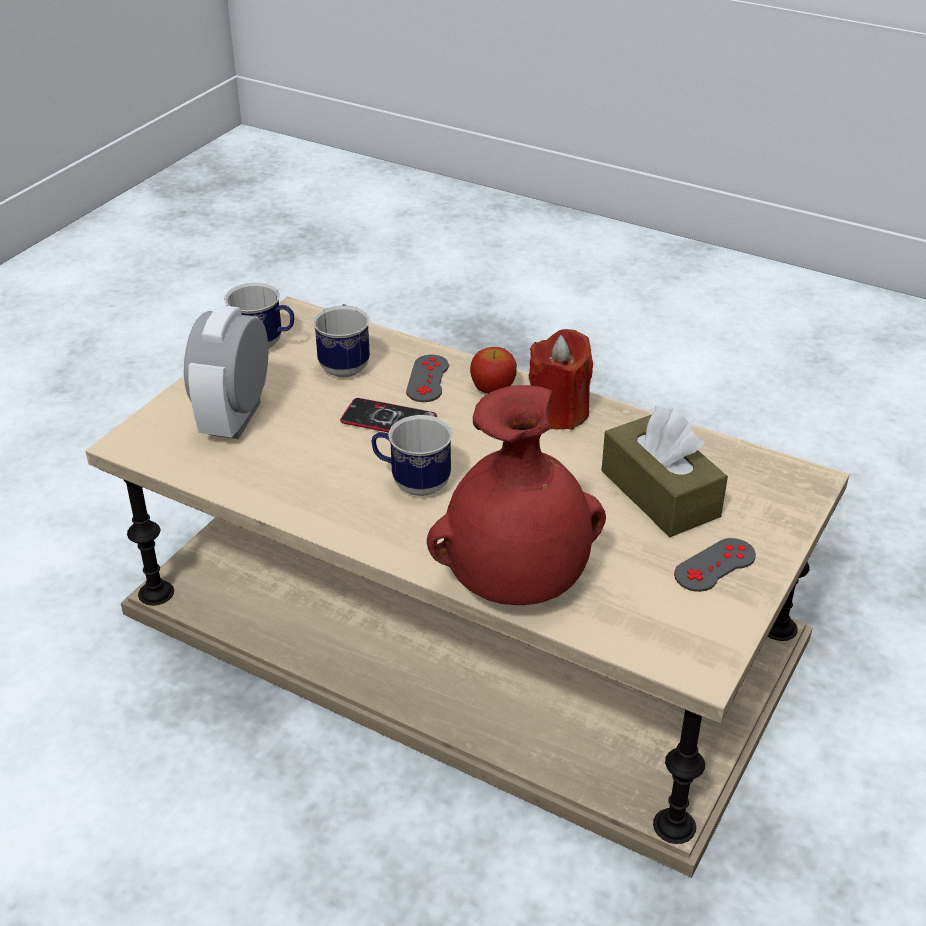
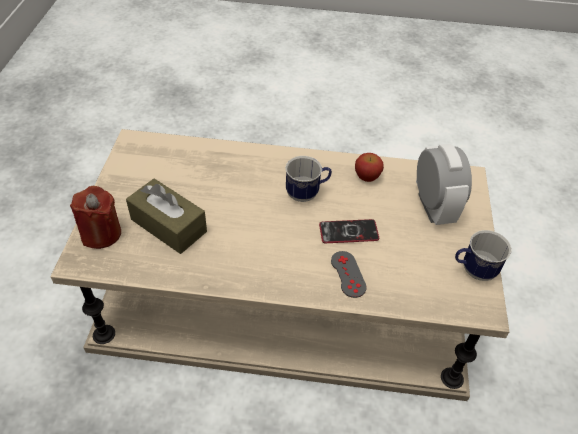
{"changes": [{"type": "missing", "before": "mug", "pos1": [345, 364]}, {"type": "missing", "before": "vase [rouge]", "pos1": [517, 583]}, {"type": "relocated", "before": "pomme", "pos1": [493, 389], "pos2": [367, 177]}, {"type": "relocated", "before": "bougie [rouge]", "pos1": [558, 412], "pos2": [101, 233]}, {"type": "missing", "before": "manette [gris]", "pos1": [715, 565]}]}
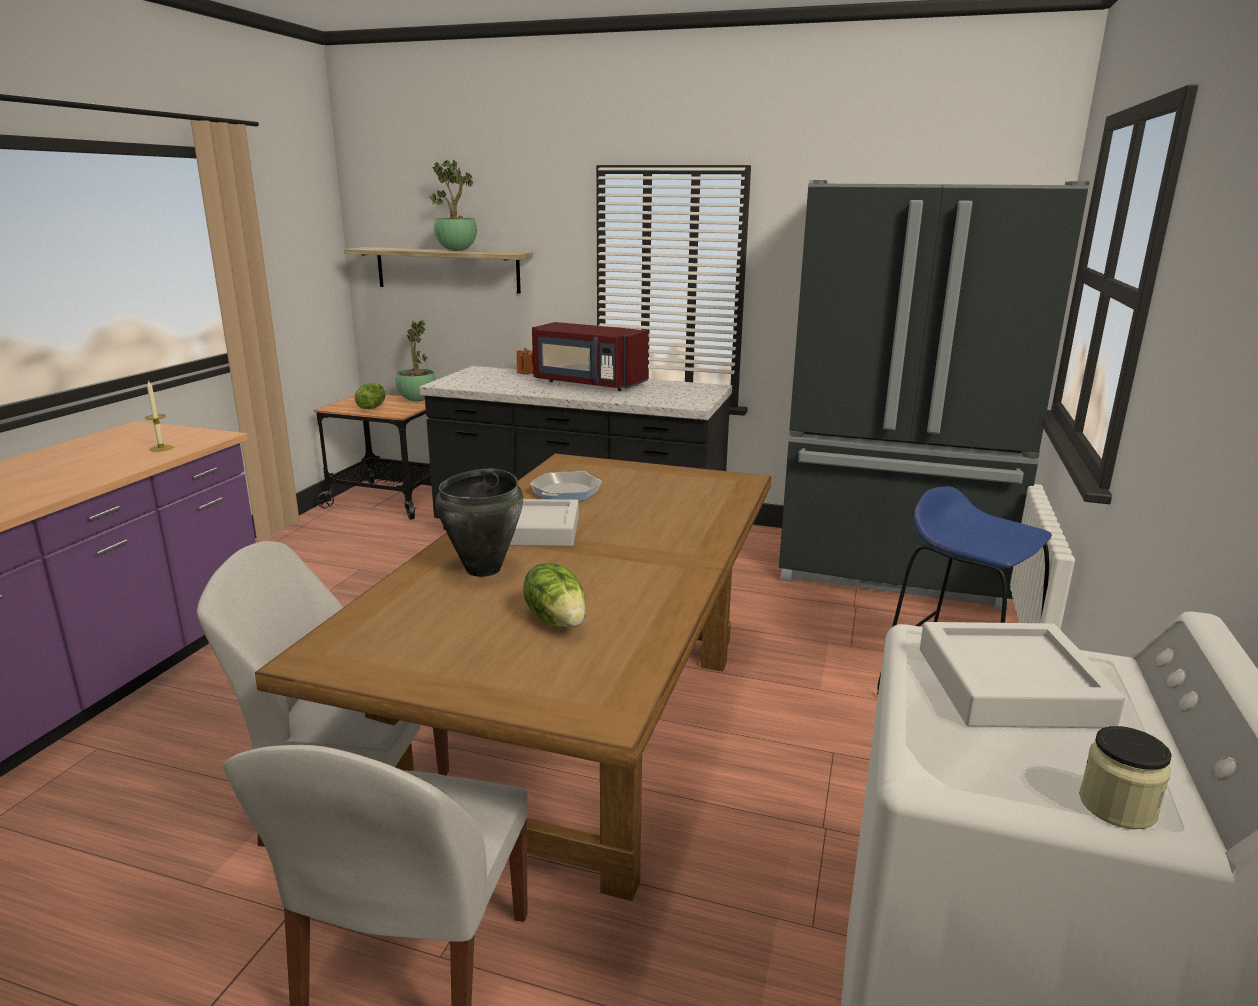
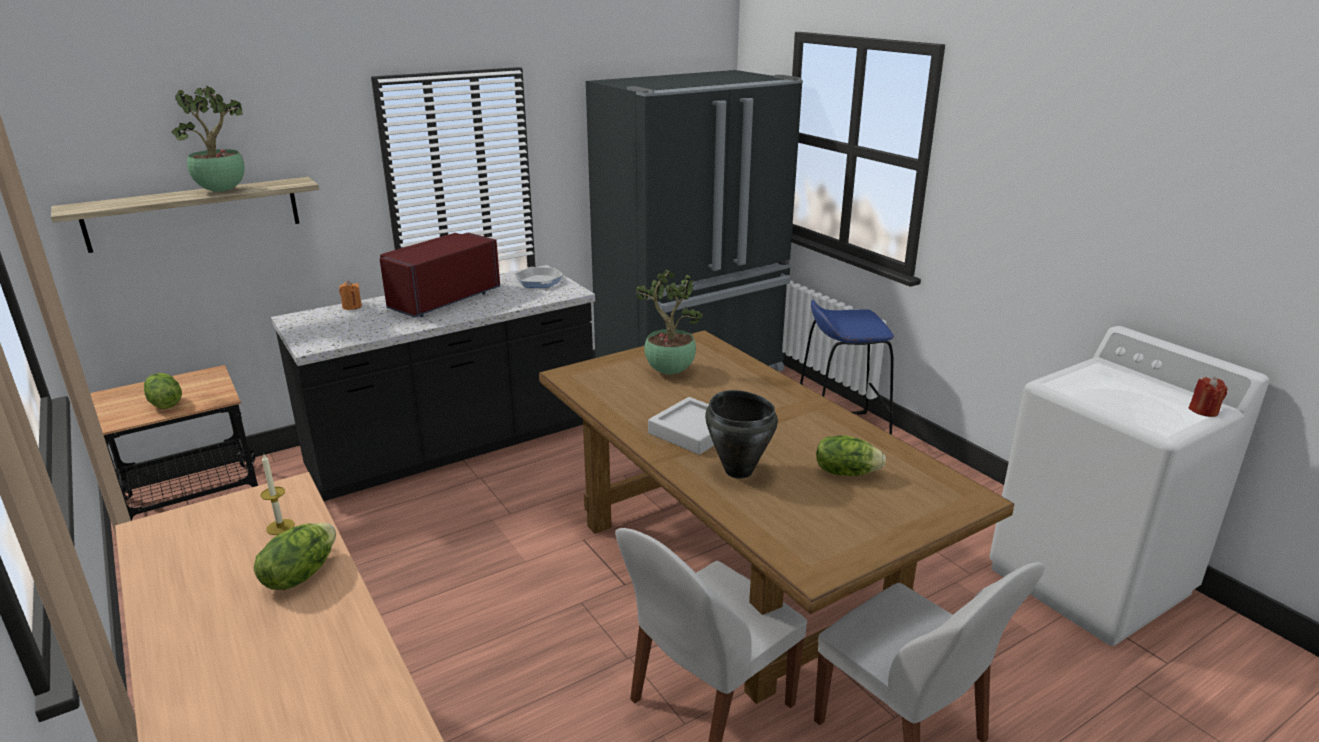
{"changes": [{"type": "relocated", "before": "plante en pot", "pos1": [417, 400], "pos2": [668, 371]}, {"type": "relocated", "before": "poêle", "pos1": [566, 492], "pos2": [539, 281]}, {"type": "spun", "before": "micro-ondes [rouge]", "pos1": [588, 384], "pos2": [442, 300], "turn": 150}, {"type": "missing", "before": "plateau [gris]", "pos1": [1010, 686]}, {"type": "exchanged", "before": "bocal", "after": "bougie [rouge]", "pos1": [1117, 806], "pos2": [1203, 411]}, {"type": "appeared", "after": "laitue", "pos2": [300, 574]}]}
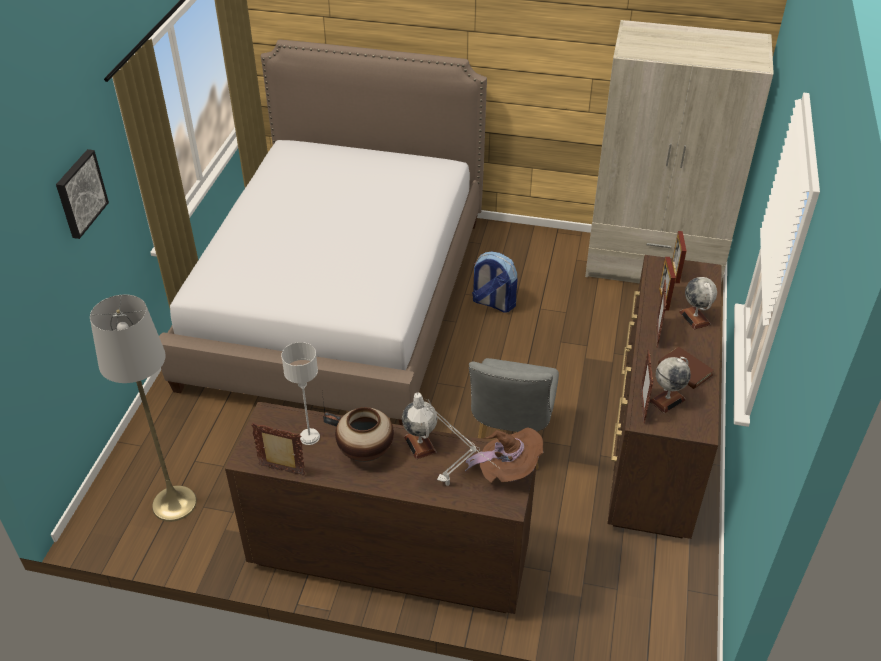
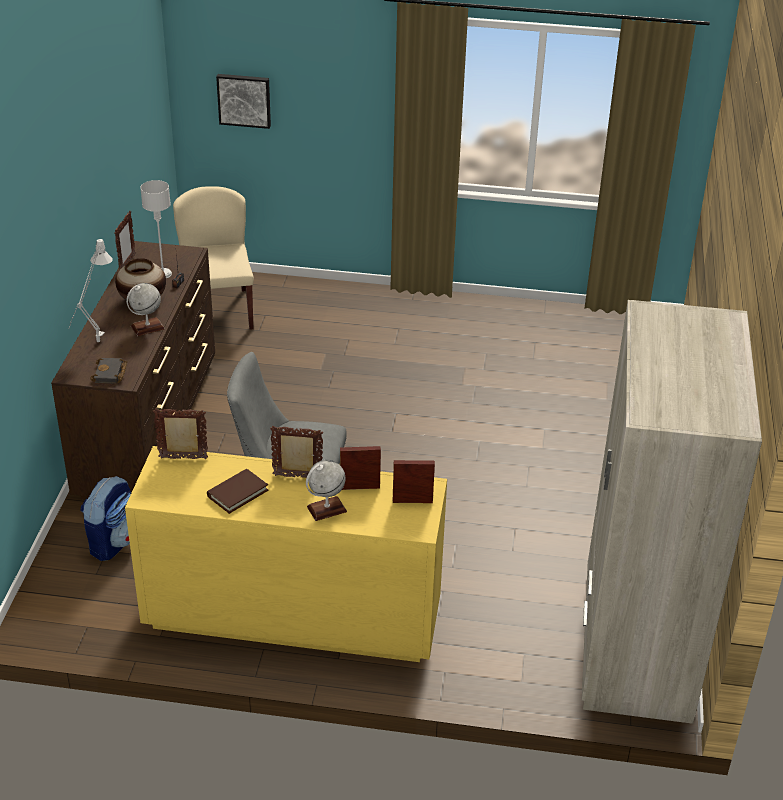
{"changes": [{"type": "relocated", "before": "tableau", "pos1": [79, 193], "pos2": [244, 100]}, {"type": "exchanged", "before": "lampadaire [gris]", "after": "chaise [beige]", "pos1": [174, 503], "pos2": [218, 311]}, {"type": "missing", "before": "lit", "pos1": [340, 299]}, {"type": "exchanged", "before": "chapeau [marron]", "after": "livre [noir]", "pos1": [508, 470], "pos2": [110, 374]}, {"type": "relocated", "before": "sac à dos", "pos1": [493, 303], "pos2": [113, 542]}, {"type": "colour", "before": "commode [marron]", "after": "commode [jaune]", "pos1": [653, 442], "pos2": [291, 616]}, {"type": "missing", "before": "globe", "pos1": [667, 400]}]}
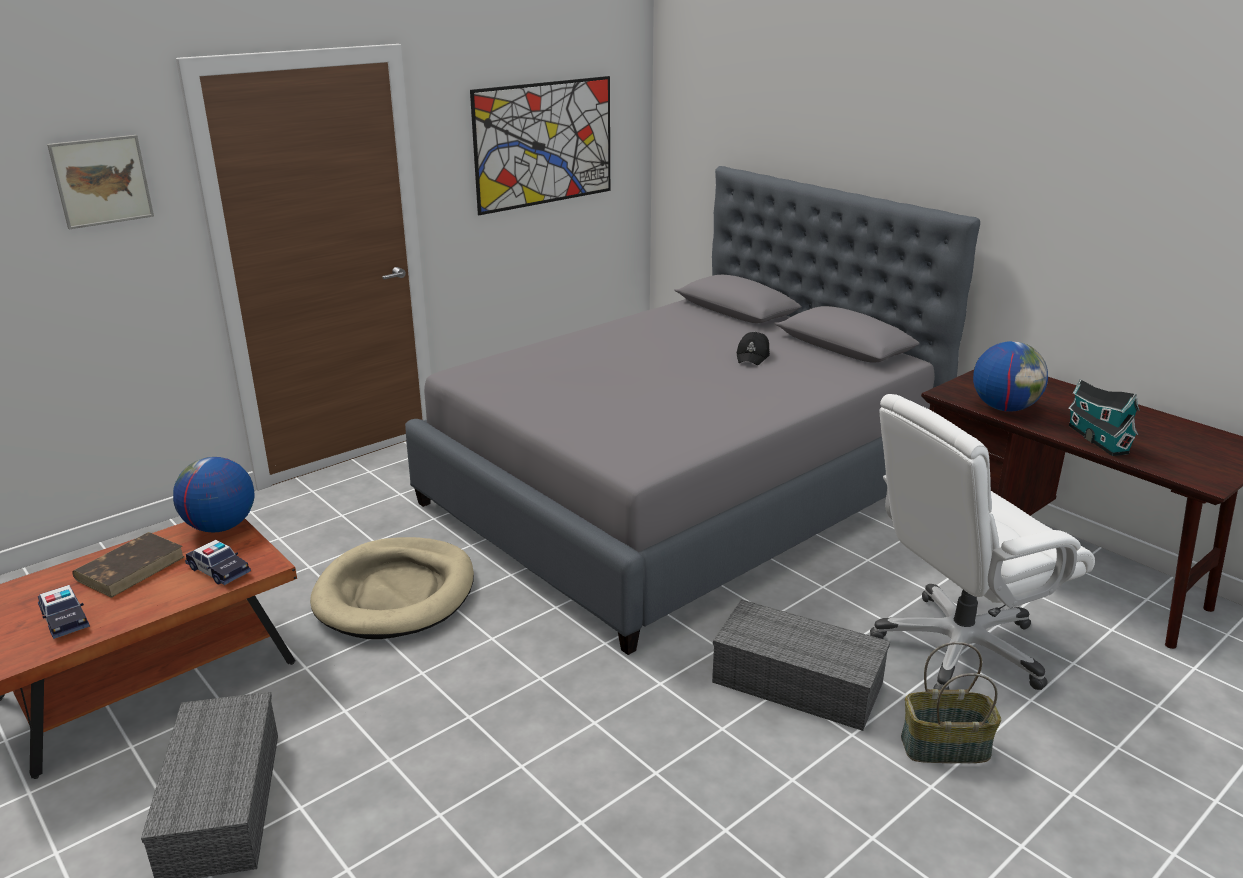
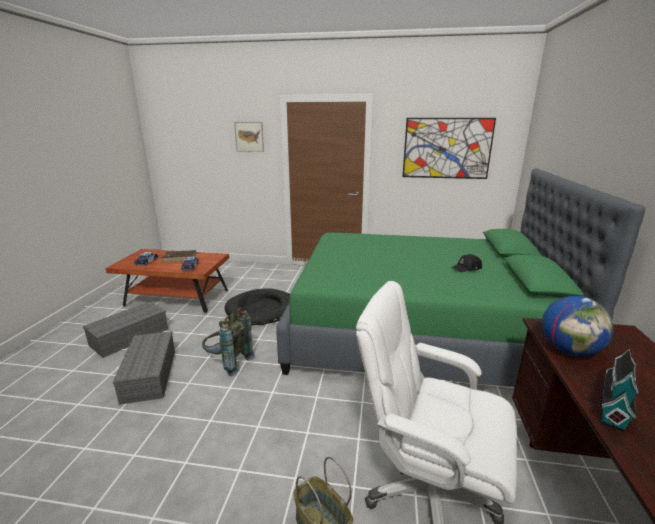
{"changes": [{"type": "missing", "before": "globe", "pos1": [220, 527]}, {"type": "colour", "before": "panier pour chien [beige]", "after": "panier pour chien [noir]", "pos1": [396, 593], "pos2": [262, 310]}, {"type": "colour", "before": "lit [gris]", "after": "lit [vert]", "pos1": [682, 493], "pos2": [417, 331]}, {"type": "relocated", "before": "boîte de rangement [gris]", "pos1": [794, 683], "pos2": [149, 374]}, {"type": "appeared", "after": "sac à dos [gris]", "pos2": [228, 363]}]}
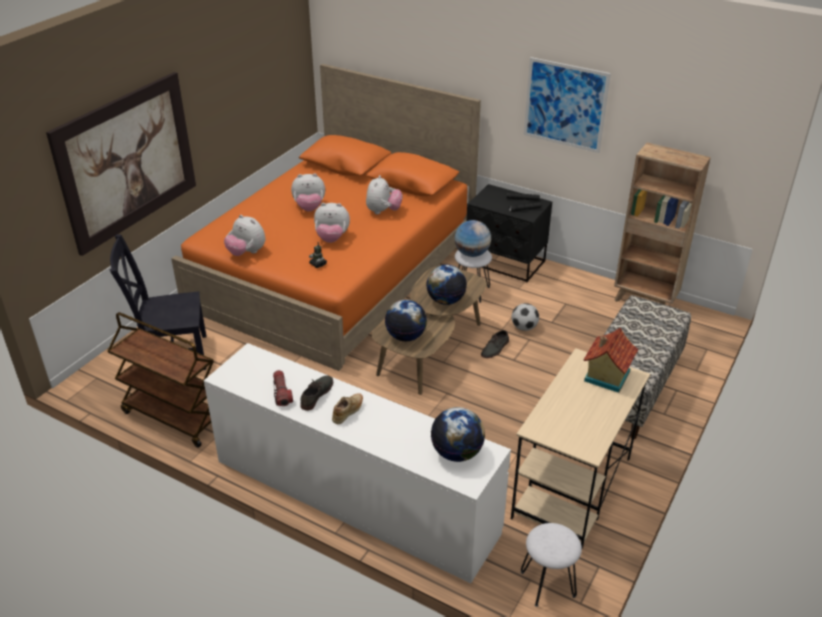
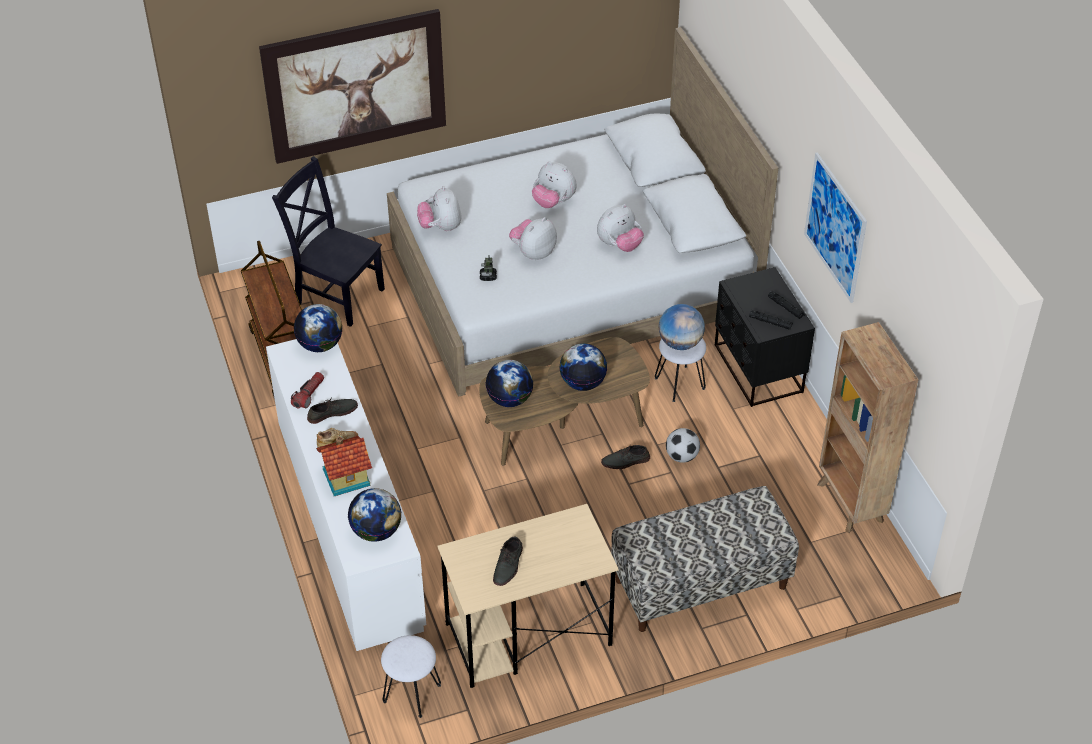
{"changes": [{"type": "colour", "before": "lit [orange]", "after": "lit [blanc]", "pos1": [336, 271], "pos2": [572, 282]}, {"type": "spun", "before": "peluche", "pos1": [332, 238], "pos2": [533, 252], "turn": 90}, {"type": "relocated", "before": "maison miniature", "pos1": [605, 376], "pos2": [345, 476]}, {"type": "appeared", "after": "globe", "pos2": [320, 345]}, {"type": "appeared", "after": "chaussure [gris]", "pos2": [508, 565]}]}
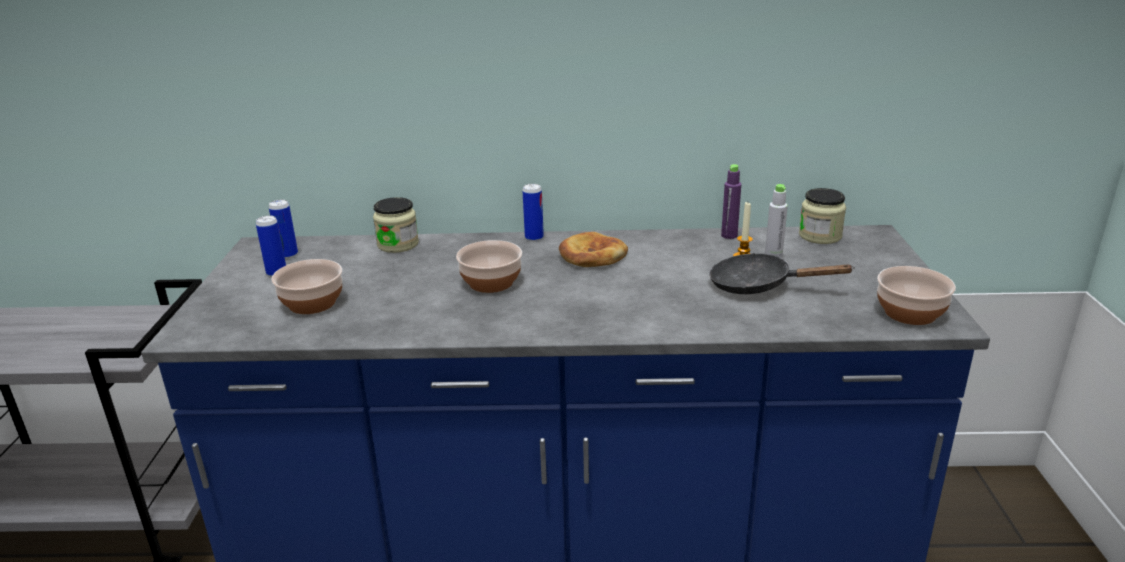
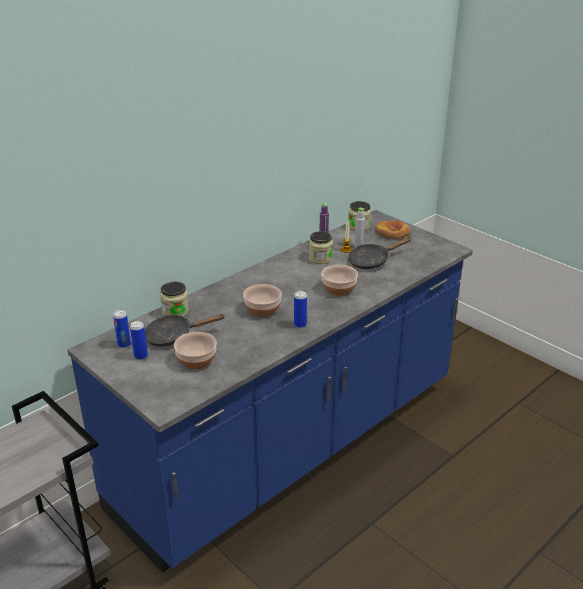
{"changes": [{"type": "relocated", "before": "boîte métallique", "pos1": [534, 238], "pos2": [300, 325]}, {"type": "relocated", "before": "pain", "pos1": [592, 255], "pos2": [393, 232]}, {"type": "relocated", "before": "bol", "pos1": [910, 312], "pos2": [339, 288]}, {"type": "appeared", "after": "poêle [noir]", "pos2": [173, 336]}, {"type": "appeared", "after": "bocal", "pos2": [320, 258]}]}
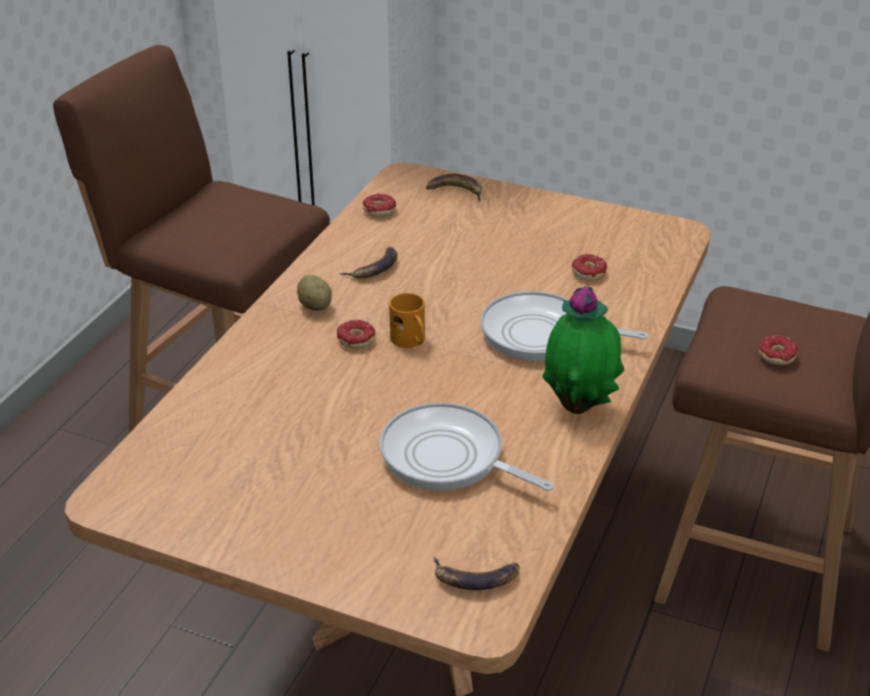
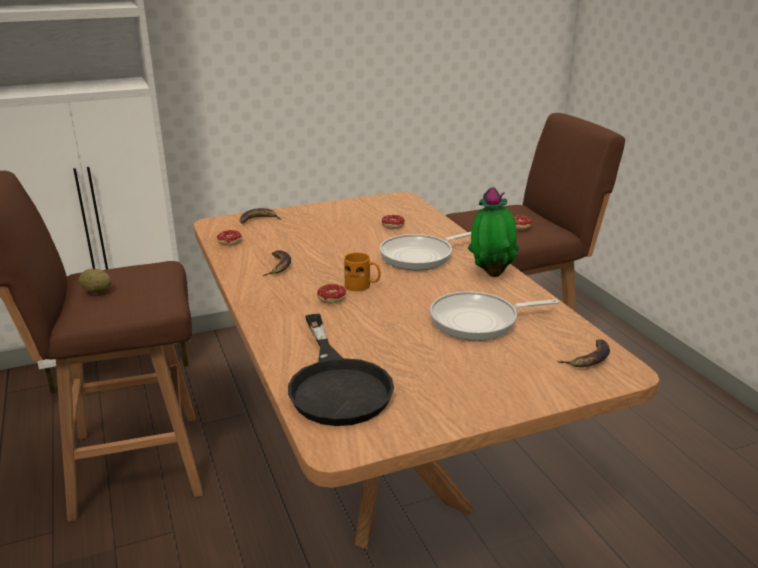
{"changes": [{"type": "relocated", "before": "pomme de terre", "pos1": [315, 306], "pos2": [97, 291]}, {"type": "appeared", "after": "poêle [noir]", "pos2": [337, 384]}]}
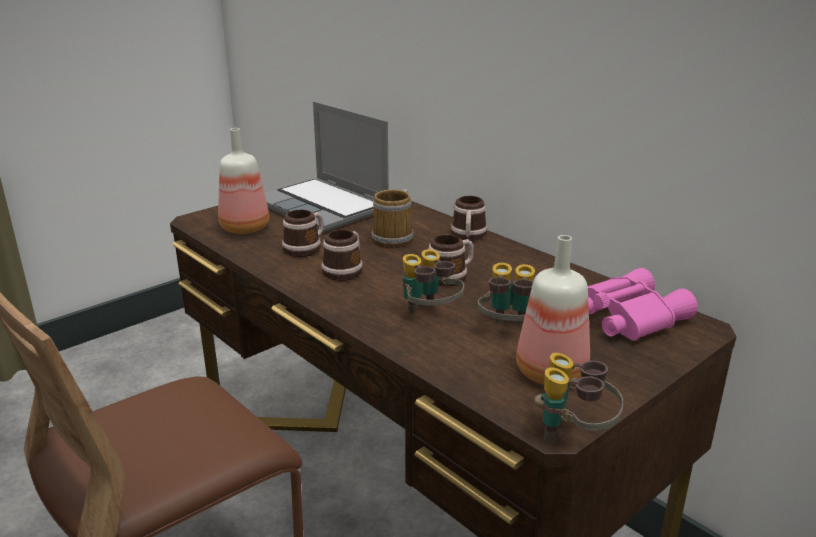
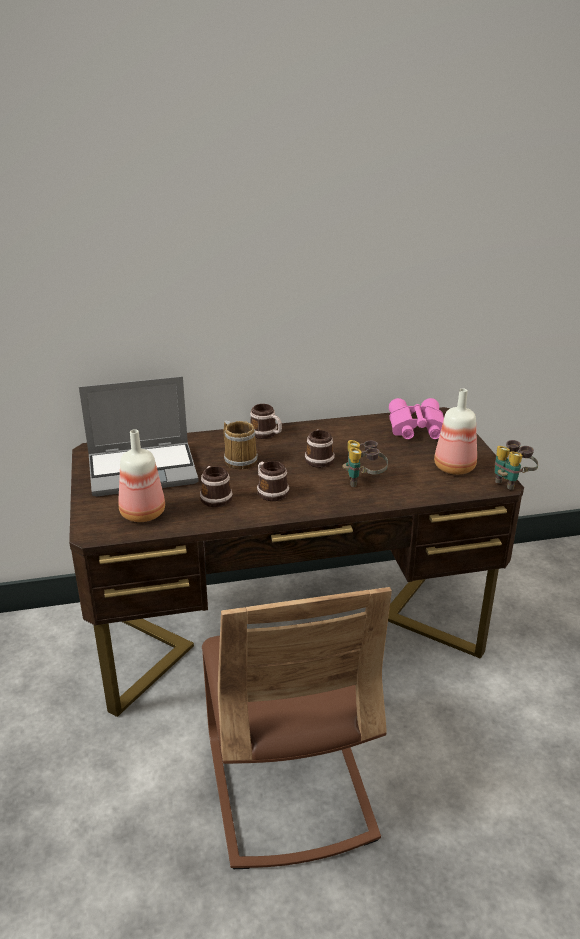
{"changes": [{"type": "missing", "before": "jumelles", "pos1": [508, 331]}]}
